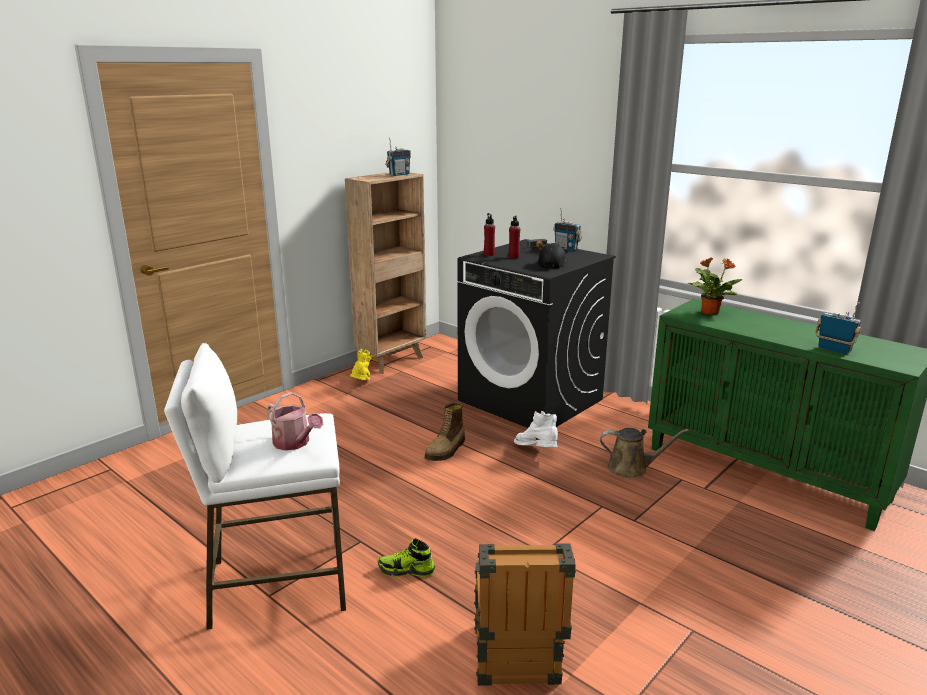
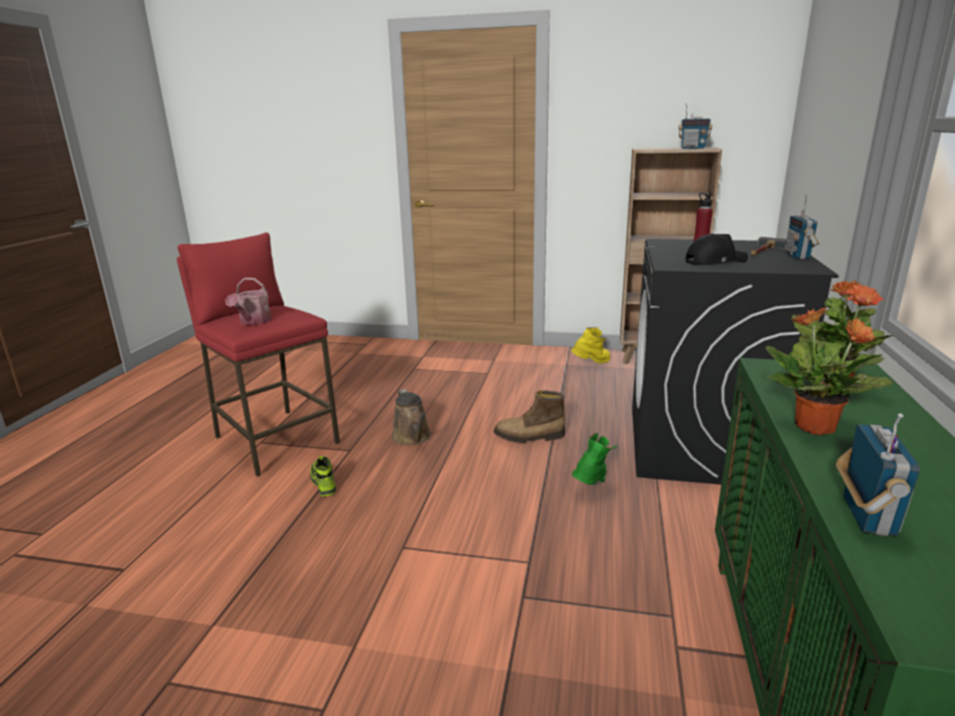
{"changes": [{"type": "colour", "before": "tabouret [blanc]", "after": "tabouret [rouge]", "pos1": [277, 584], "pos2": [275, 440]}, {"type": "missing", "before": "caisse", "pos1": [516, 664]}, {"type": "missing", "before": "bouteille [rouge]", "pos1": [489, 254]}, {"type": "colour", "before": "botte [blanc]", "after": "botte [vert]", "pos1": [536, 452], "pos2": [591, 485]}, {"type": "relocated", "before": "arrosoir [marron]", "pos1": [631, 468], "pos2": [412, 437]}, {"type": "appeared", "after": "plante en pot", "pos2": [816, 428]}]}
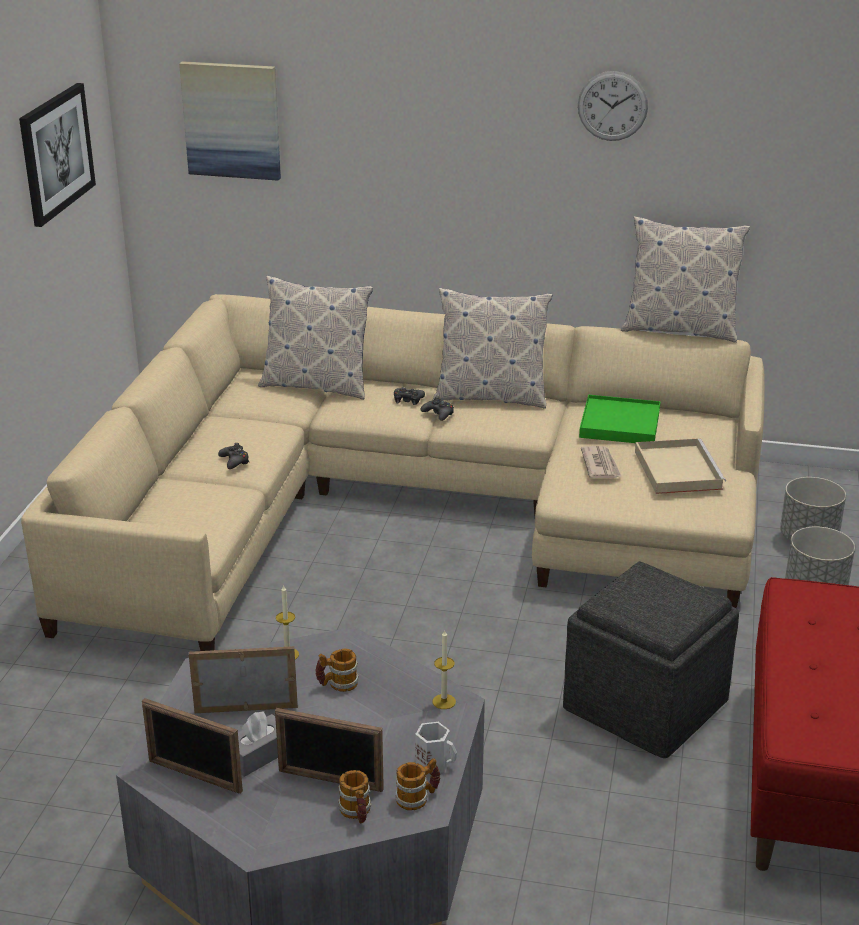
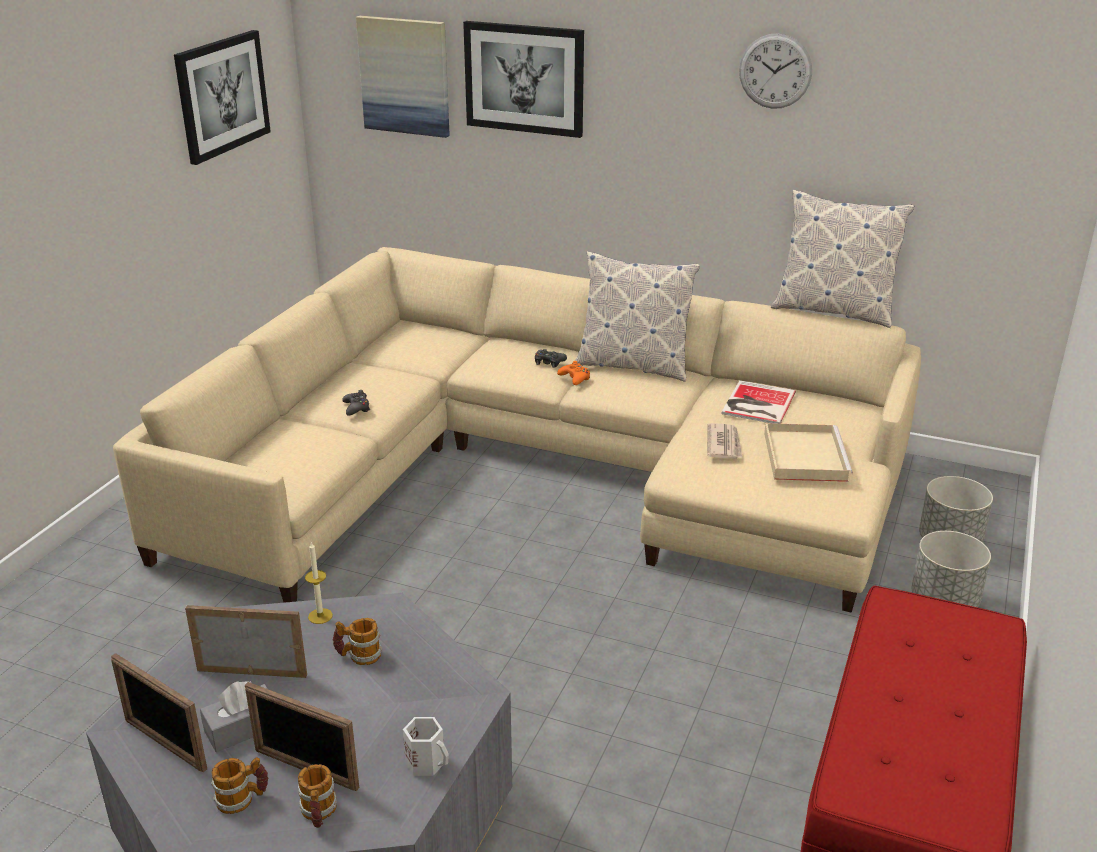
{"changes": [{"type": "missing", "before": "coussin", "pos1": [316, 385]}, {"type": "relocated", "before": "mug", "pos1": [418, 798], "pos2": [242, 799]}, {"type": "colour", "before": "manette [noir]", "after": "manette [orange]", "pos1": [438, 414], "pos2": [575, 378]}, {"type": "missing", "before": "bougie", "pos1": [444, 701]}, {"type": "missing", "before": "pouf [gris]", "pos1": [647, 705]}, {"type": "exchanged", "before": "plateau [vert]", "after": "livre", "pos1": [619, 424], "pos2": [756, 403]}, {"type": "appeared", "after": "tableau", "pos2": [524, 78]}]}
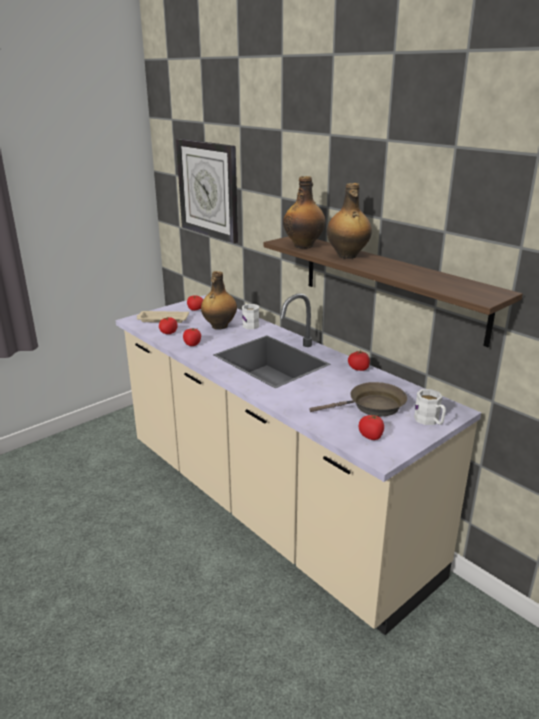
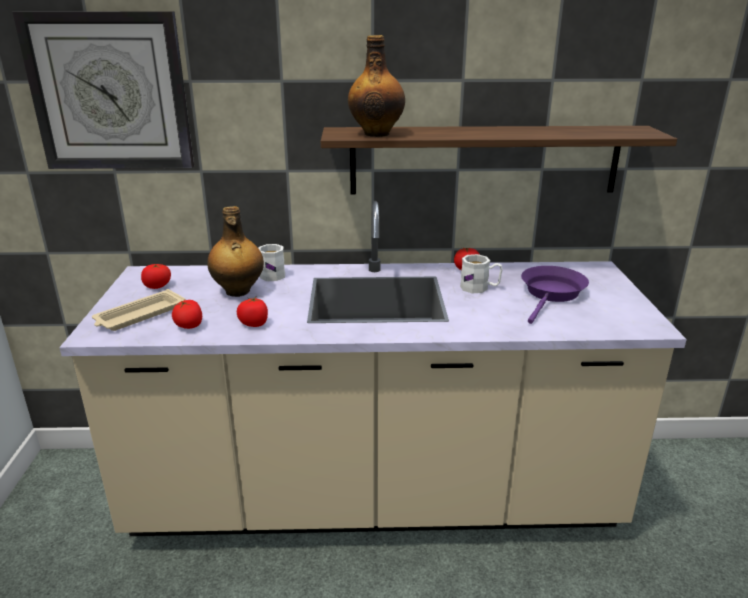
{"changes": [{"type": "colour", "before": "poêle [marron]", "after": "poêle [violet]", "pos1": [372, 406], "pos2": [551, 294]}, {"type": "missing", "before": "bouteille", "pos1": [347, 256]}, {"type": "missing", "before": "tomate", "pos1": [371, 436]}, {"type": "relocated", "before": "mug [blanc]", "pos1": [430, 421], "pos2": [480, 288]}]}
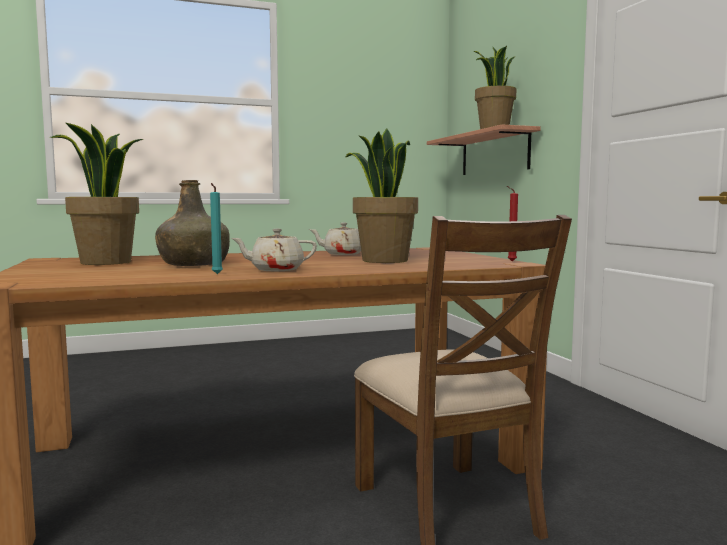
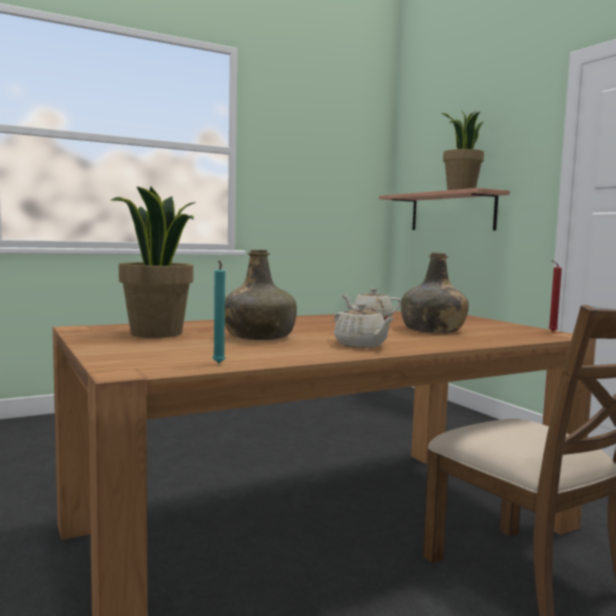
{"changes": [{"type": "relocated", "before": "bougie [turquoise]", "pos1": [216, 274], "pos2": [218, 364]}, {"type": "spun", "before": "théière [beige]", "pos1": [276, 270], "pos2": [361, 345], "turn": -105}, {"type": "exchanged", "before": "plante en pot", "after": "bouteille [vert]", "pos1": [384, 260], "pos2": [432, 330]}]}
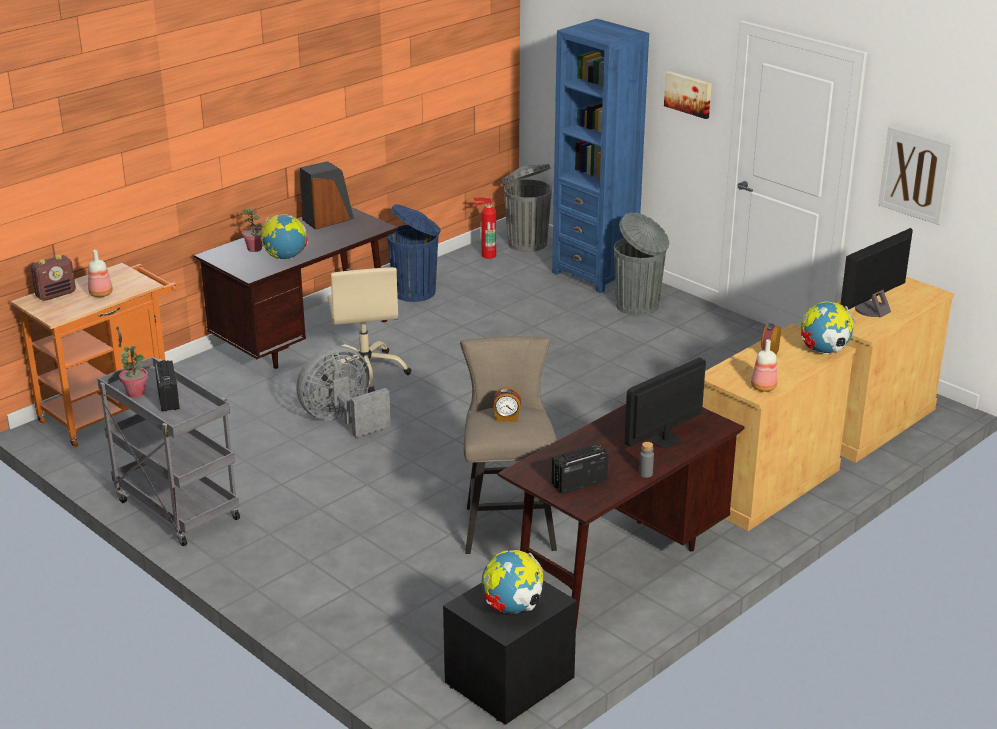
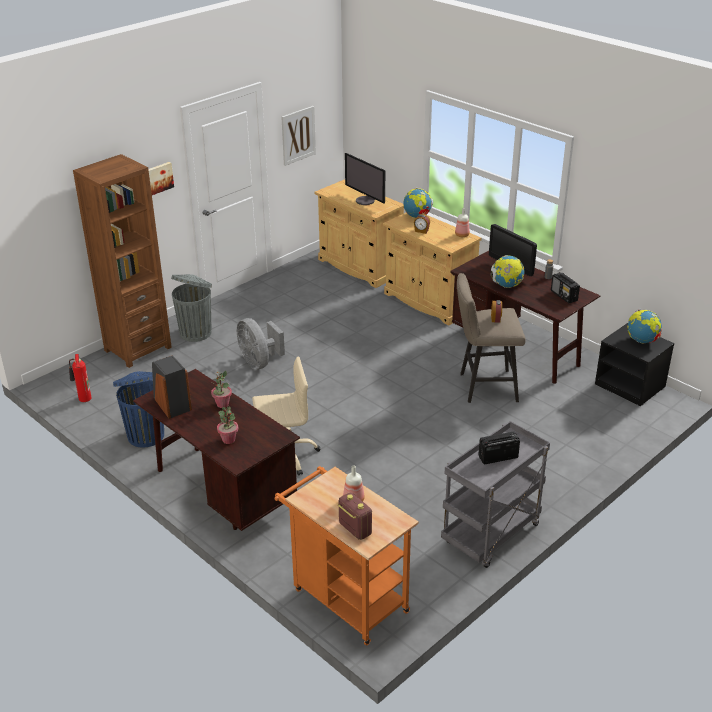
{"changes": [{"type": "relocated", "before": "plante en pot", "pos1": [136, 393], "pos2": [222, 404]}, {"type": "relocated", "before": "globe", "pos1": [285, 258], "pos2": [506, 286]}, {"type": "relocated", "before": "ventilateur [gris]", "pos1": [343, 420], "pos2": [259, 362]}, {"type": "missing", "before": "poubelle [gris]", "pos1": [526, 243]}, {"type": "colour", "before": "bibliothèque [bleu]", "after": "bibliothèque [marron]", "pos1": [594, 274], "pos2": [138, 349]}]}
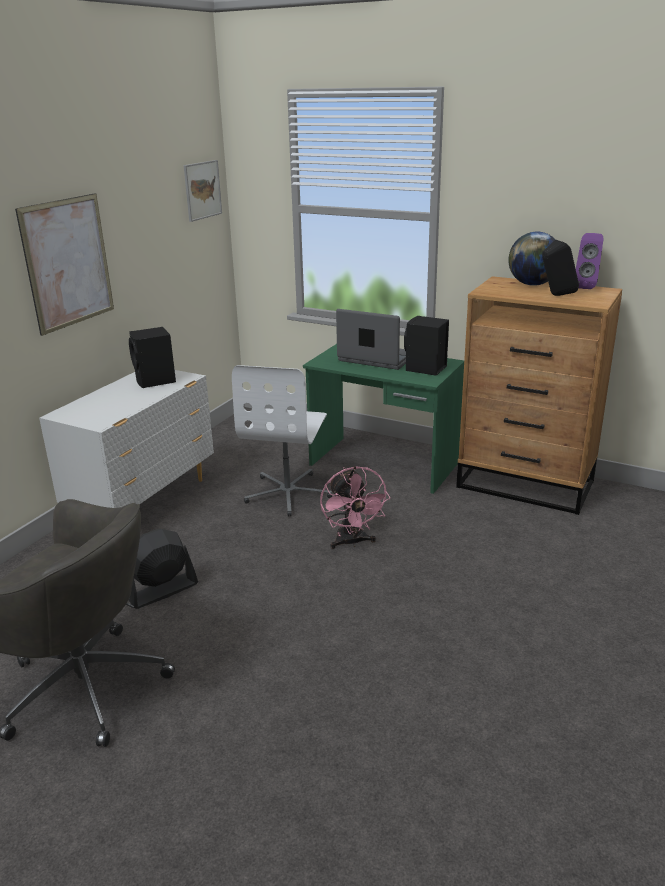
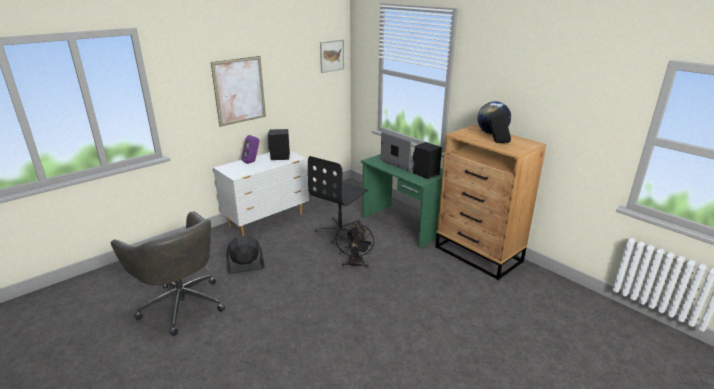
{"changes": [{"type": "colour", "before": "chaise de bureau [blanc]", "after": "chaise de bureau [noir]", "pos1": [288, 493], "pos2": [340, 230]}, {"type": "colour", "before": "ventilateur [rose]", "after": "ventilateur [noir]", "pos1": [352, 542], "pos2": [355, 265]}, {"type": "relocated", "before": "enceinte [violet]", "pos1": [586, 287], "pos2": [252, 162]}]}
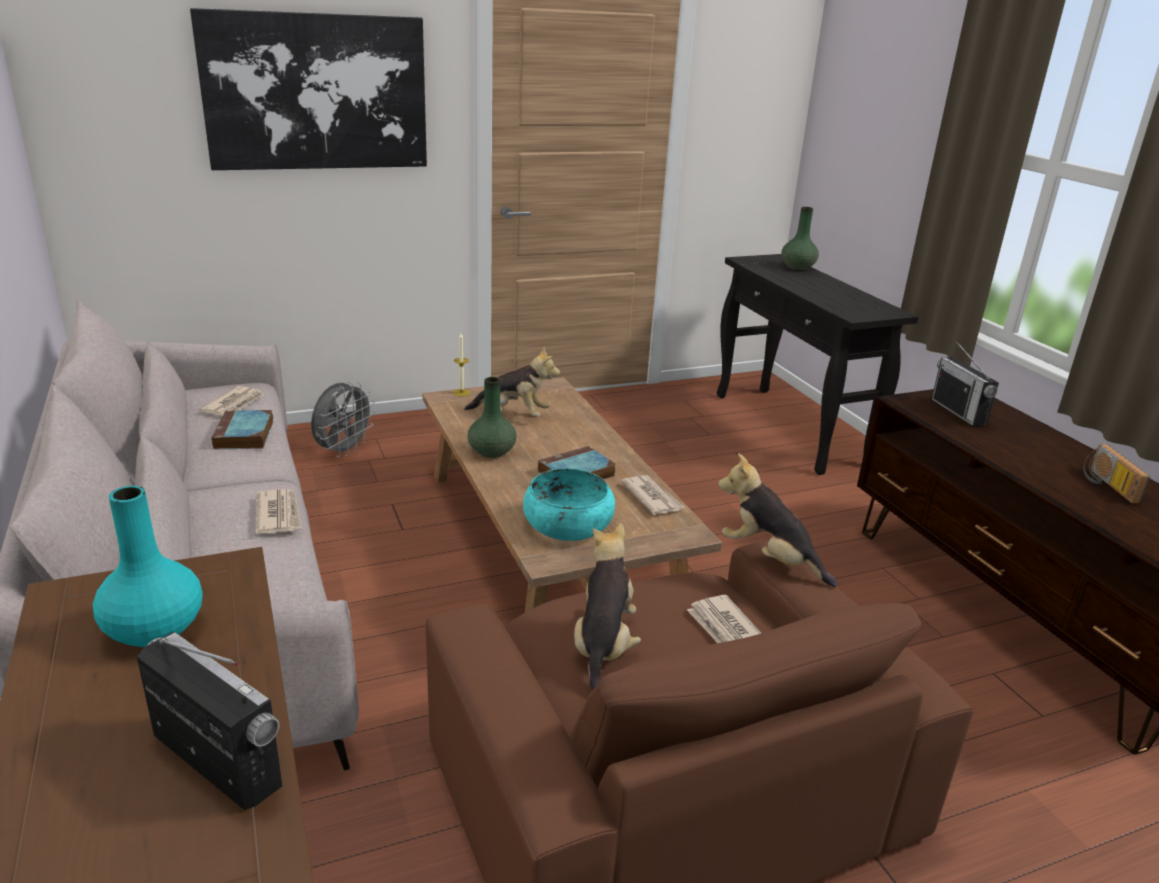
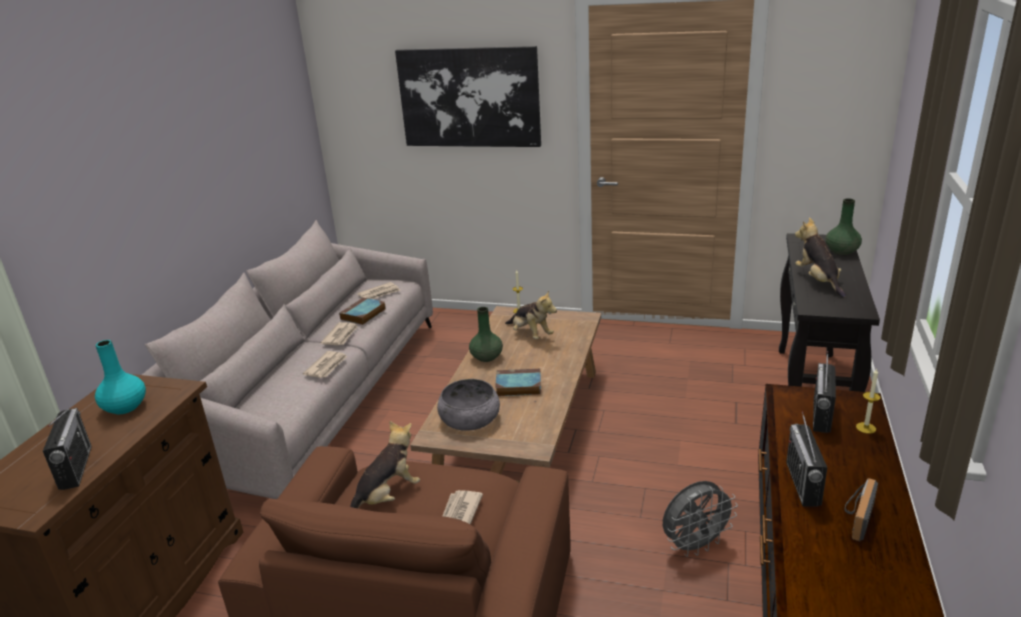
{"changes": [{"type": "relocated", "before": "ventilateur [gris]", "pos1": [343, 451], "pos2": [695, 546]}, {"type": "colour", "before": "bol [turquoise]", "after": "bol [gris]", "pos1": [567, 525], "pos2": [470, 418]}, {"type": "relocated", "before": "journal", "pos1": [652, 497], "pos2": [341, 336]}, {"type": "relocated", "before": "peluche", "pos1": [770, 559], "pos2": [818, 281]}, {"type": "appeared", "after": "radio", "pos2": [803, 483]}, {"type": "appeared", "after": "bougie", "pos2": [866, 428]}]}
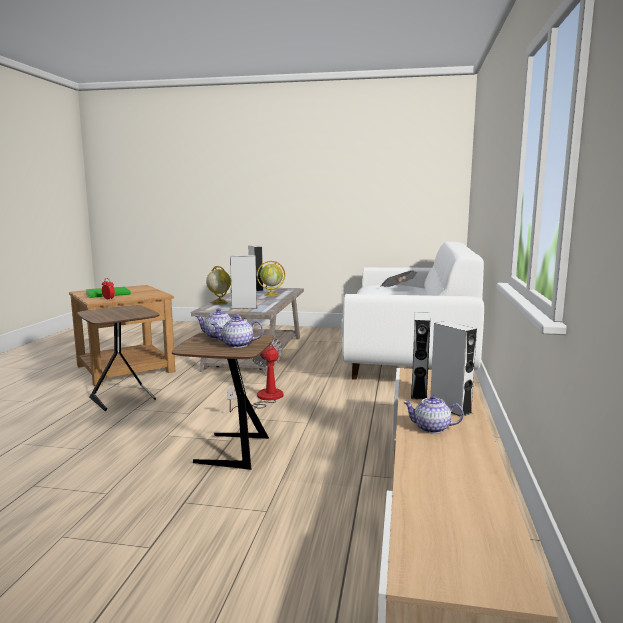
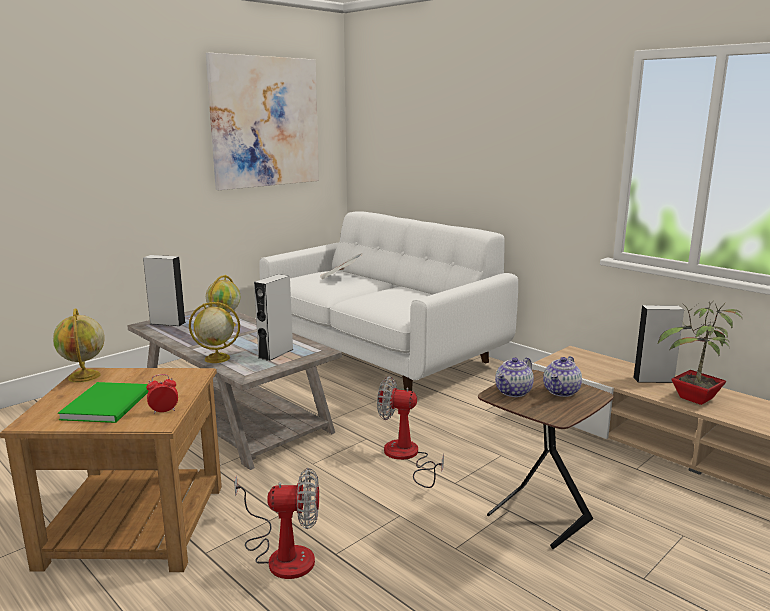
{"changes": [{"type": "exchanged", "before": "table d'appoint [marron]", "after": "ventilateur", "pos1": [125, 399], "pos2": [282, 554]}, {"type": "exchanged", "before": "théière", "after": "plante en pot", "pos1": [431, 428], "pos2": [694, 399]}, {"type": "missing", "before": "enceinte [gris]", "pos1": [418, 392]}, {"type": "appeared", "after": "globe", "pos2": [84, 377]}, {"type": "appeared", "after": "tableau", "pos2": [265, 122]}]}
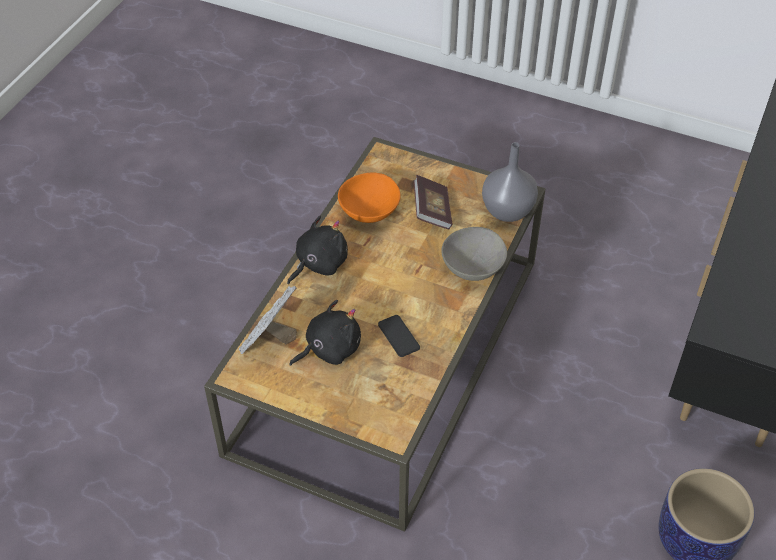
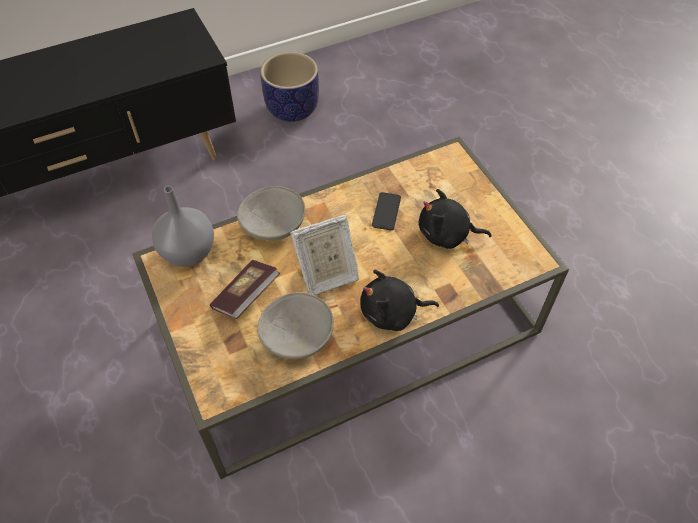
{"changes": [{"type": "relocated", "before": "cadre photo", "pos1": [270, 341], "pos2": [327, 275]}, {"type": "colour", "before": "bol [orange]", "after": "bol [gris]", "pos1": [368, 210], "pos2": [297, 338]}]}
